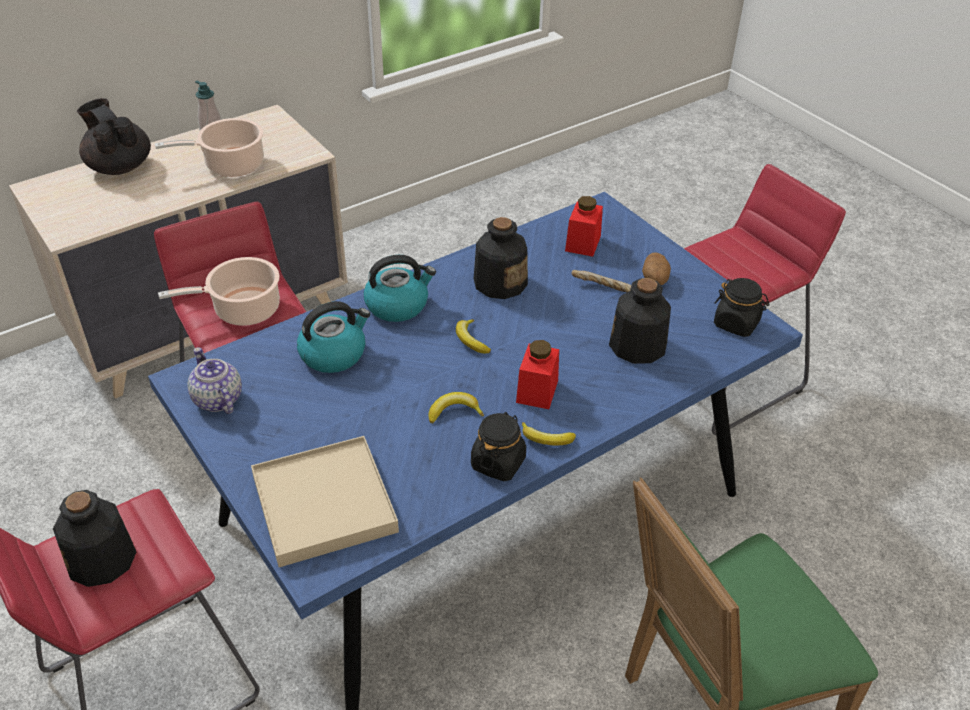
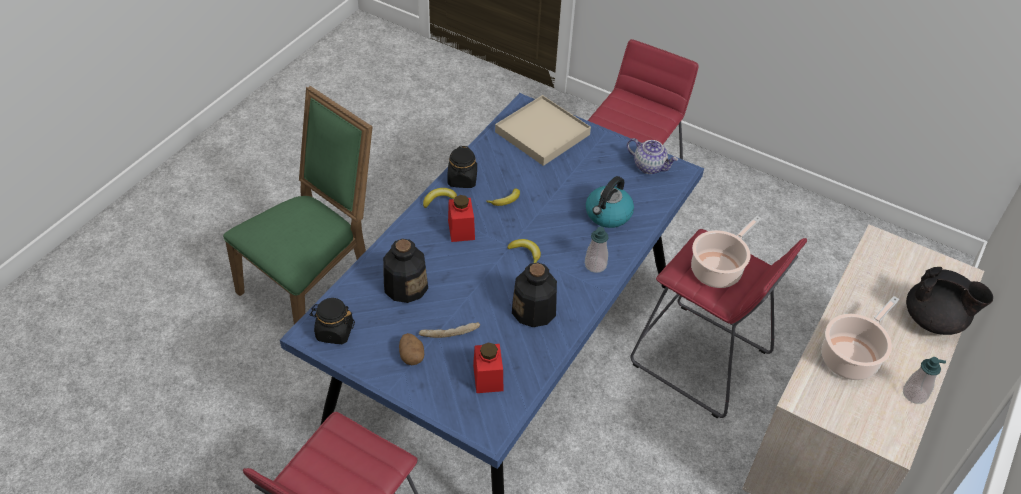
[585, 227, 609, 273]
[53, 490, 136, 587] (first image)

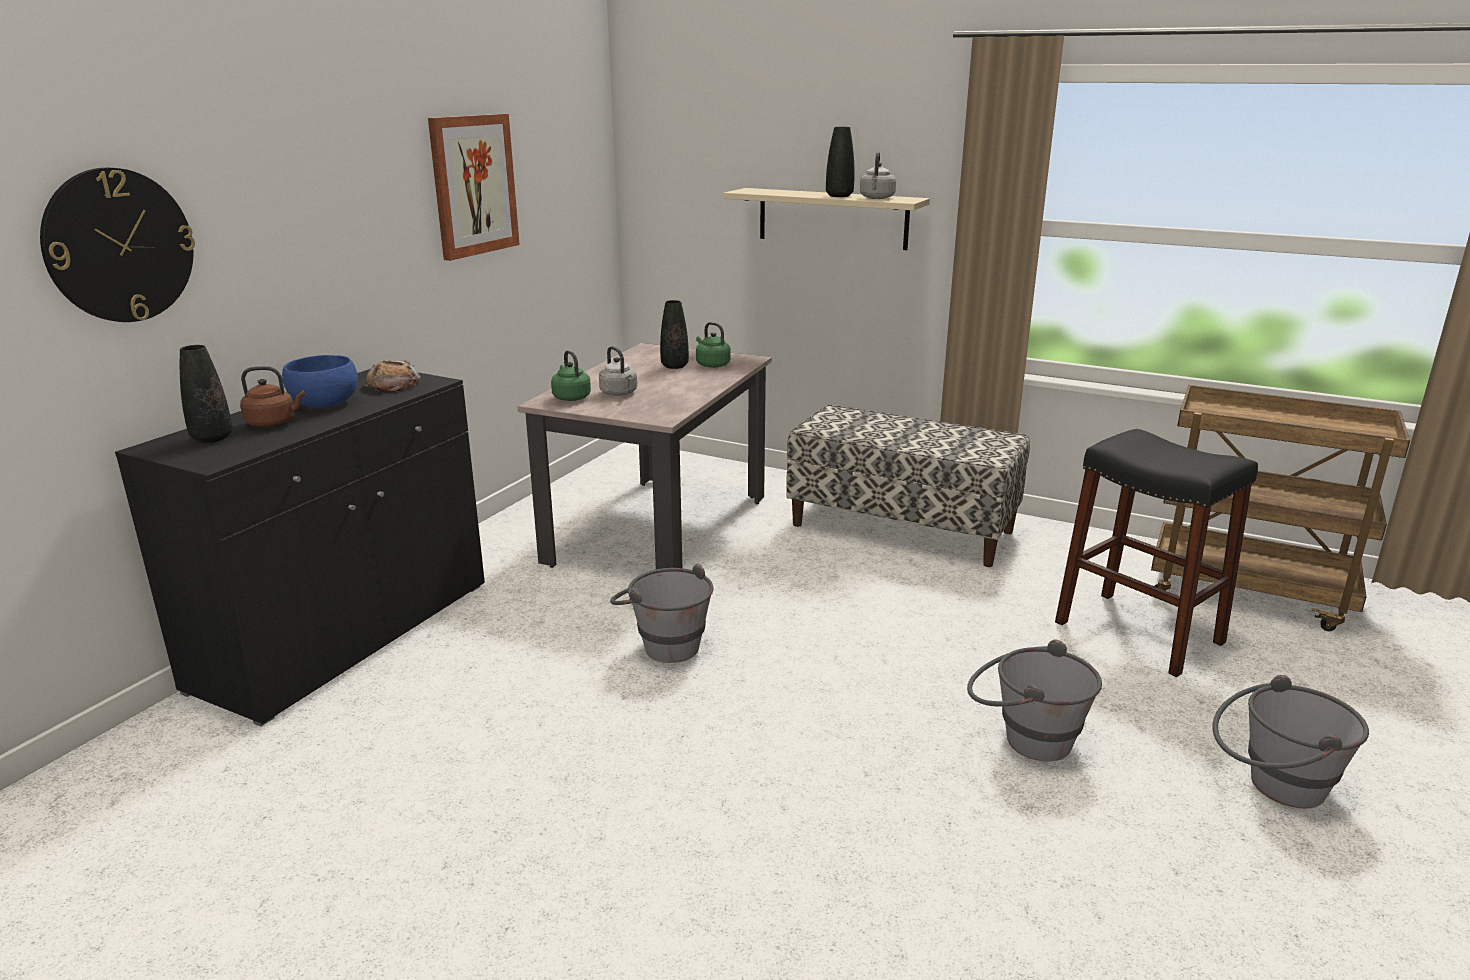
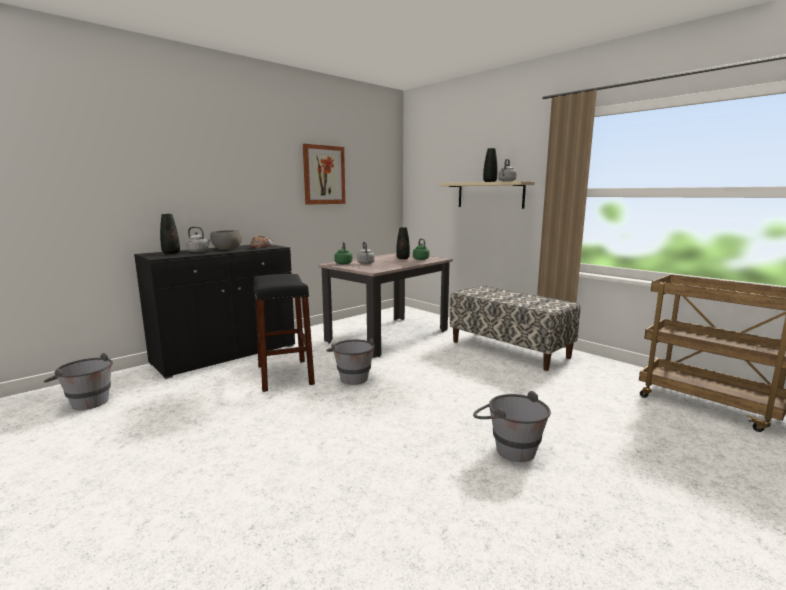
[40, 168, 195, 322] (first image)
[210, 230, 242, 250]
[186, 226, 212, 252]
[253, 274, 315, 392]
[44, 353, 113, 410]

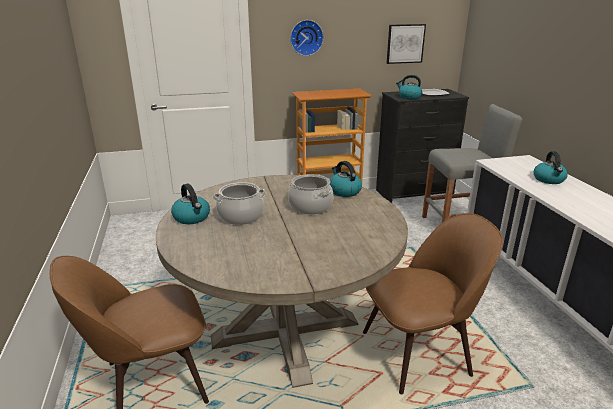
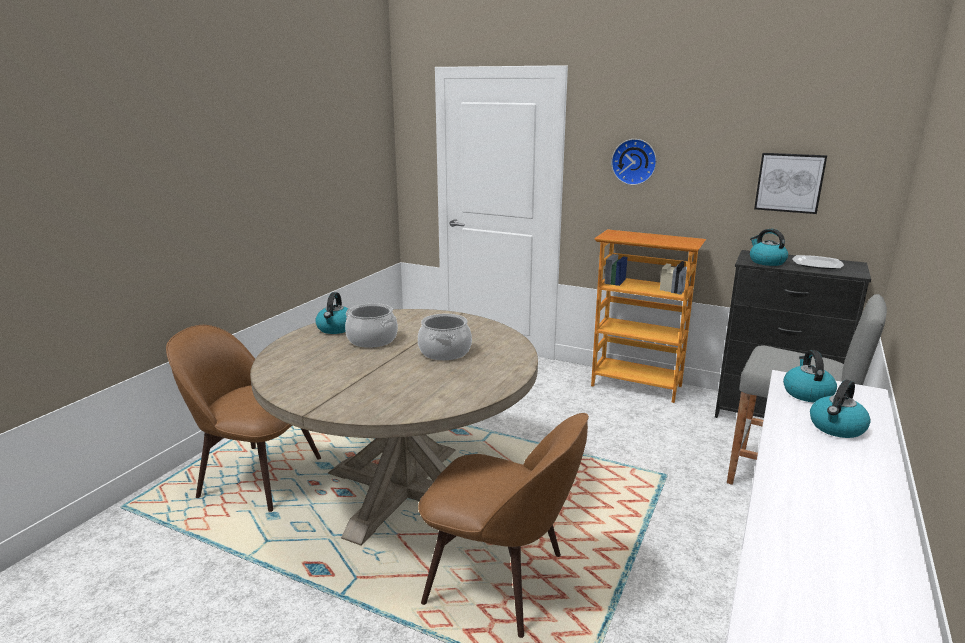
[783, 350, 837, 402]

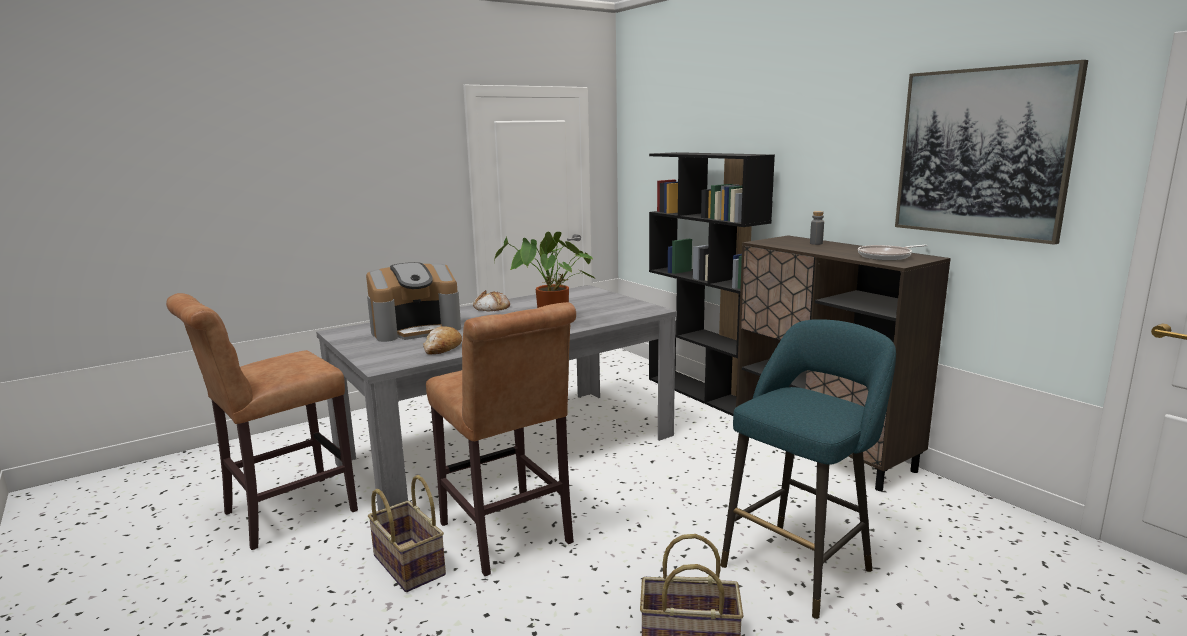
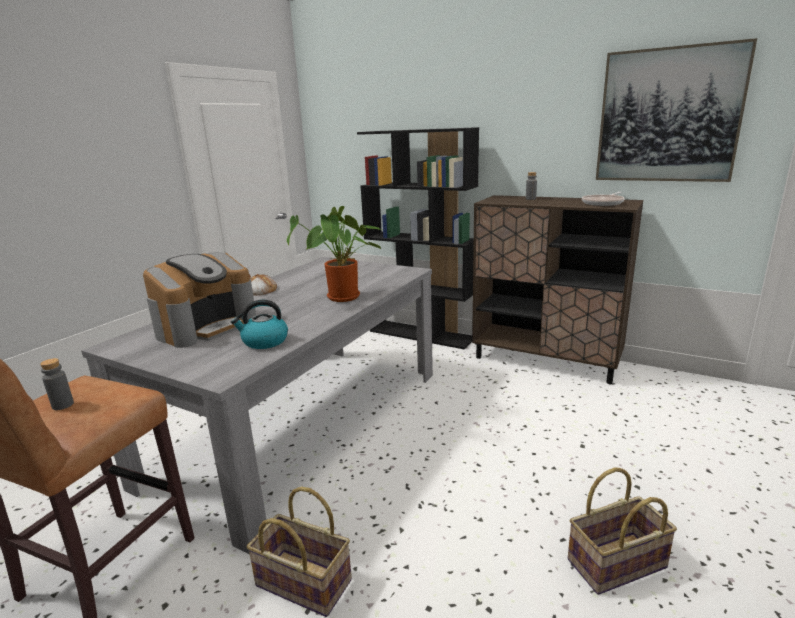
[426, 302, 576, 576] (first image)
[721, 319, 896, 619] (first image)
[231, 300, 288, 349]
[40, 358, 74, 410]

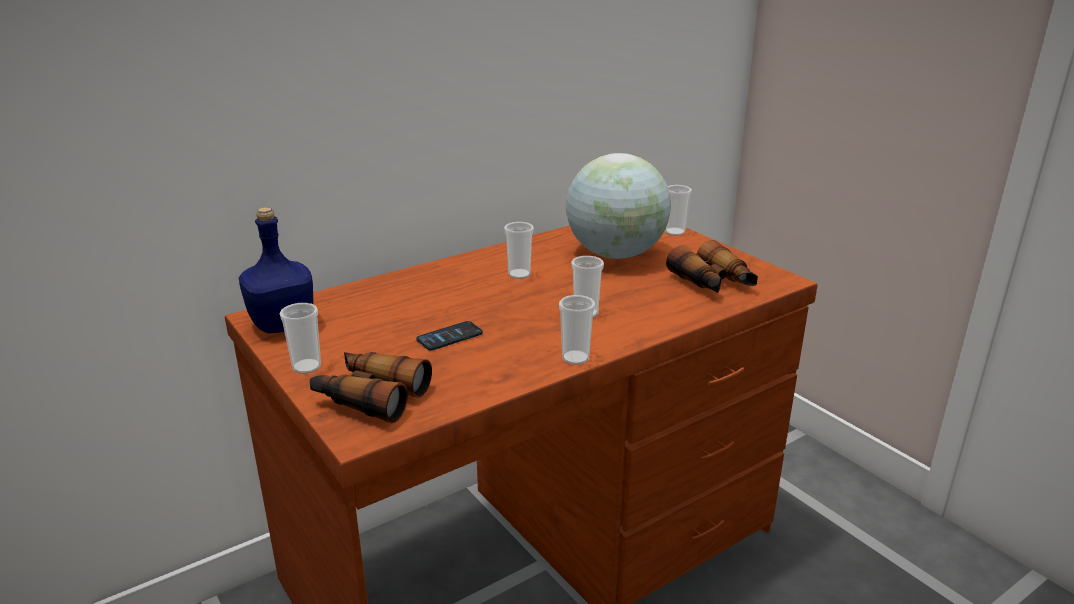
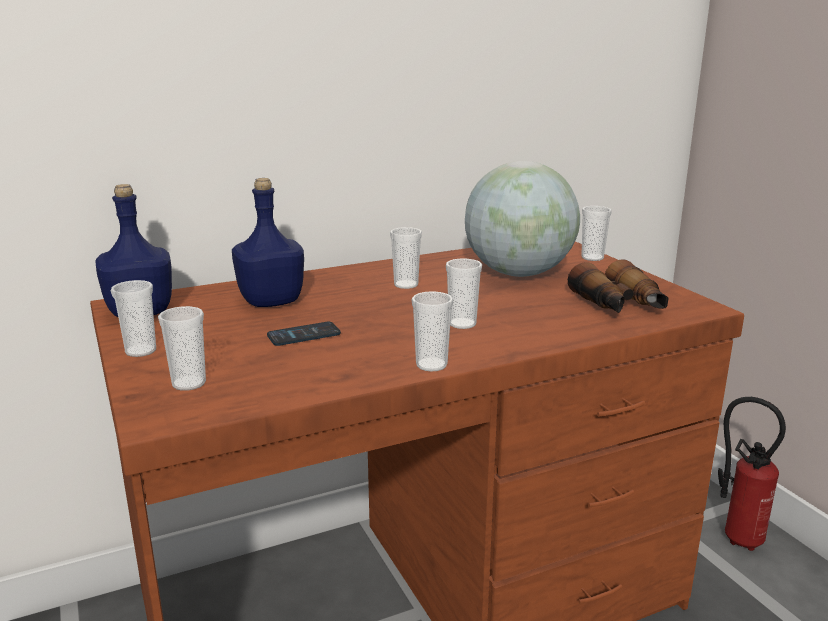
[158, 306, 206, 391]
[232, 178, 304, 307]
[718, 397, 786, 551]

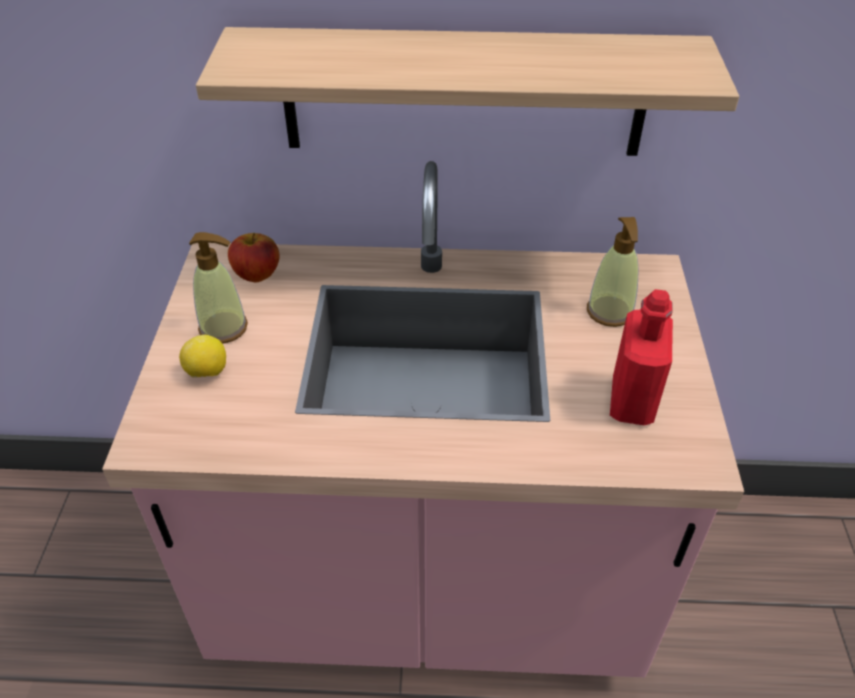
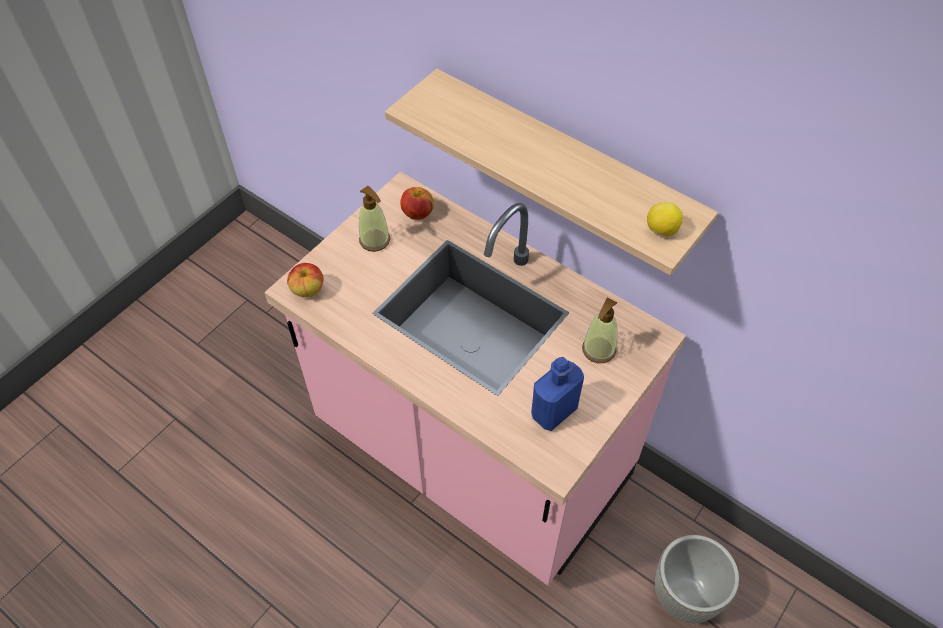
[531, 357, 584, 431]
[647, 202, 683, 237]
[287, 263, 324, 297]
[655, 535, 739, 623]

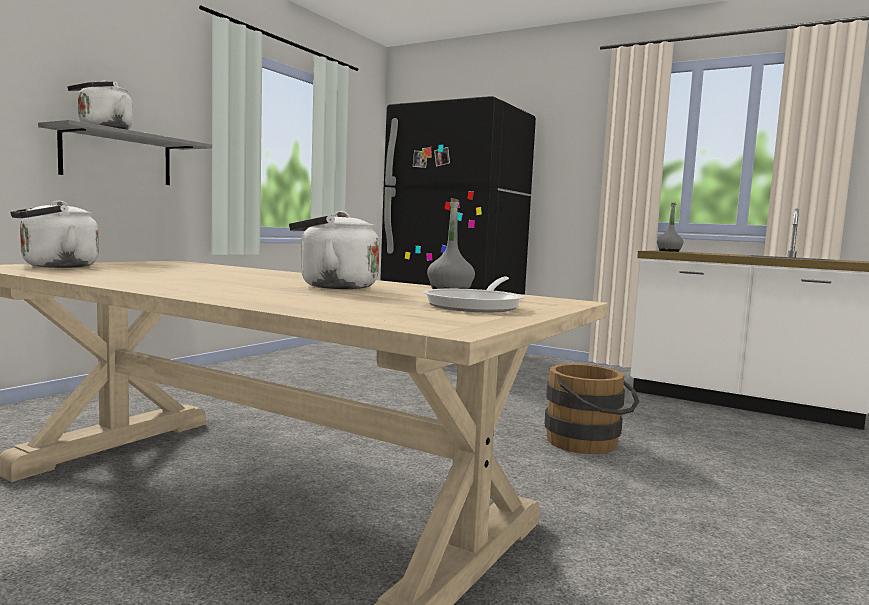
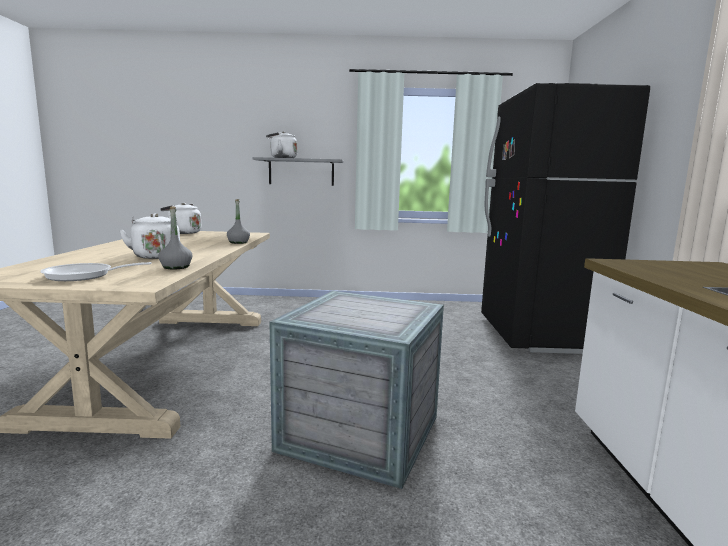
[227, 199, 250, 244]
[270, 291, 444, 489]

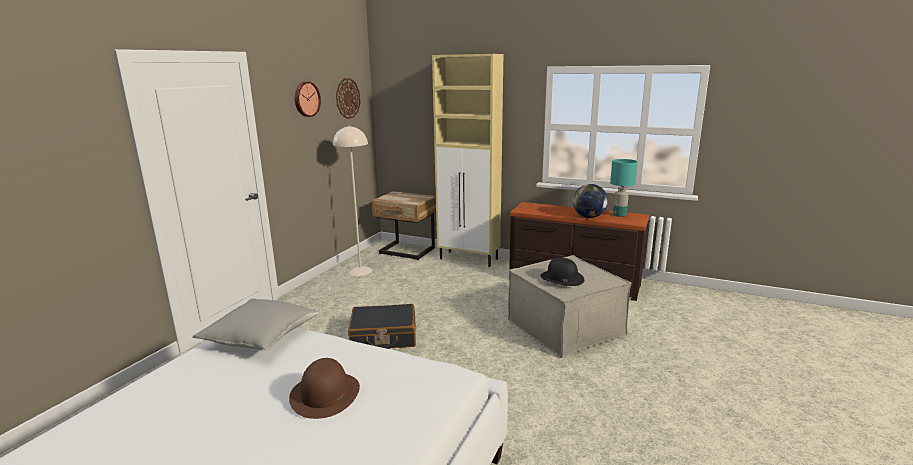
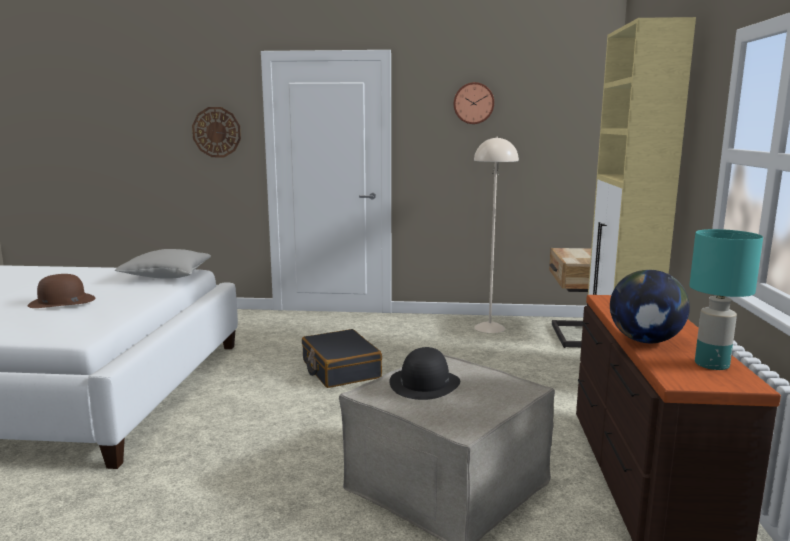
[192, 107, 241, 157]

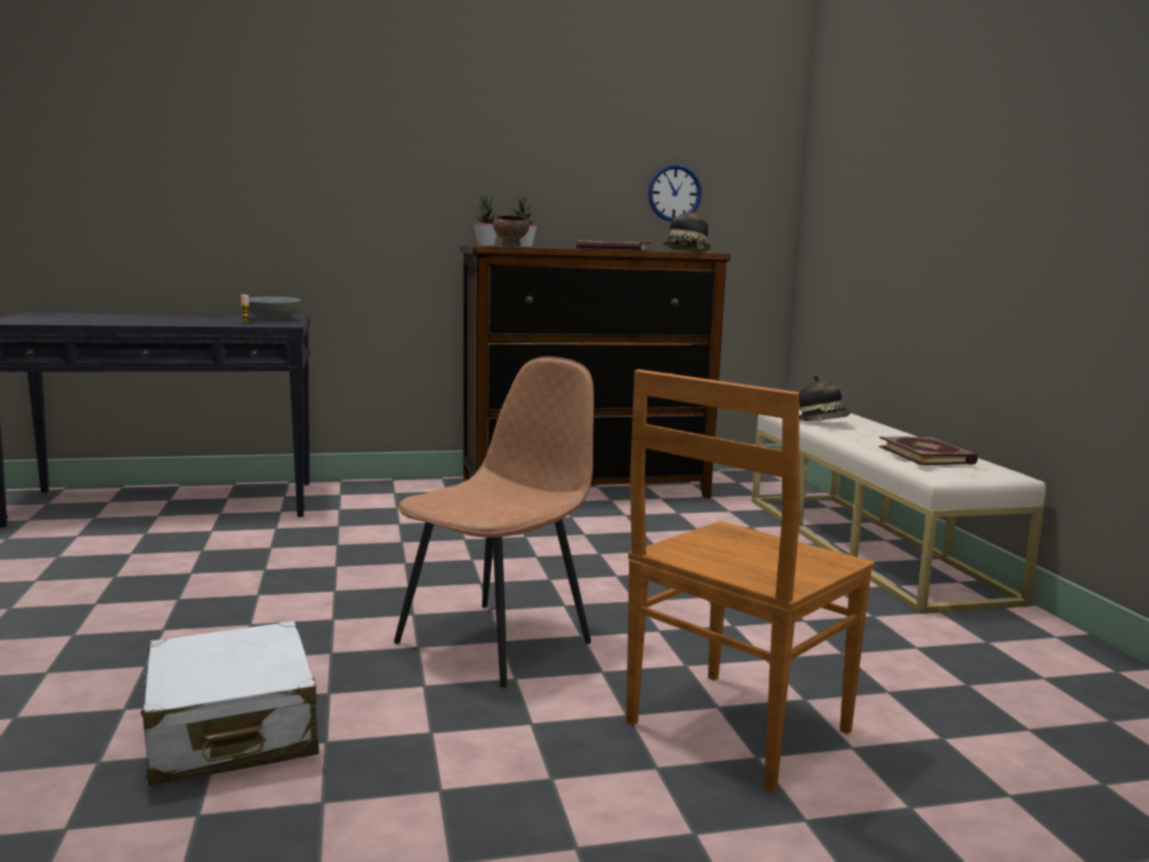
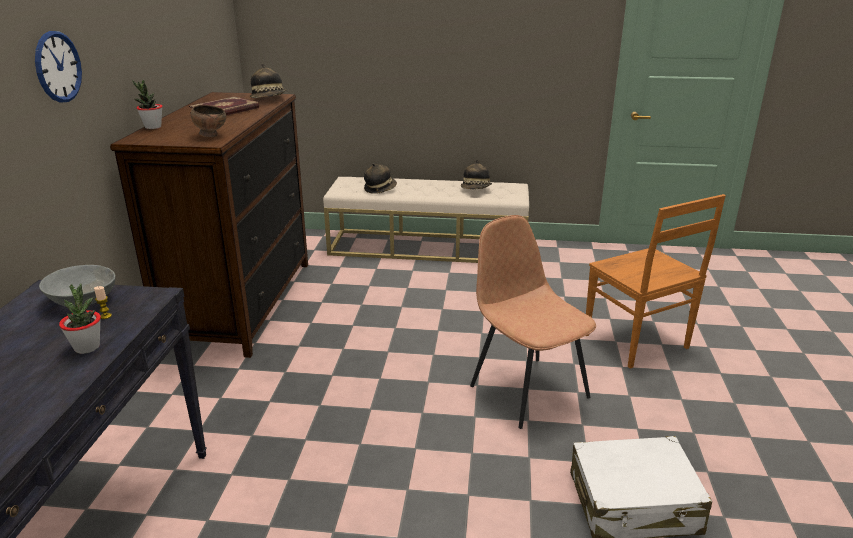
[35, 31, 82, 103]
[59, 284, 101, 354]
[461, 160, 492, 189]

